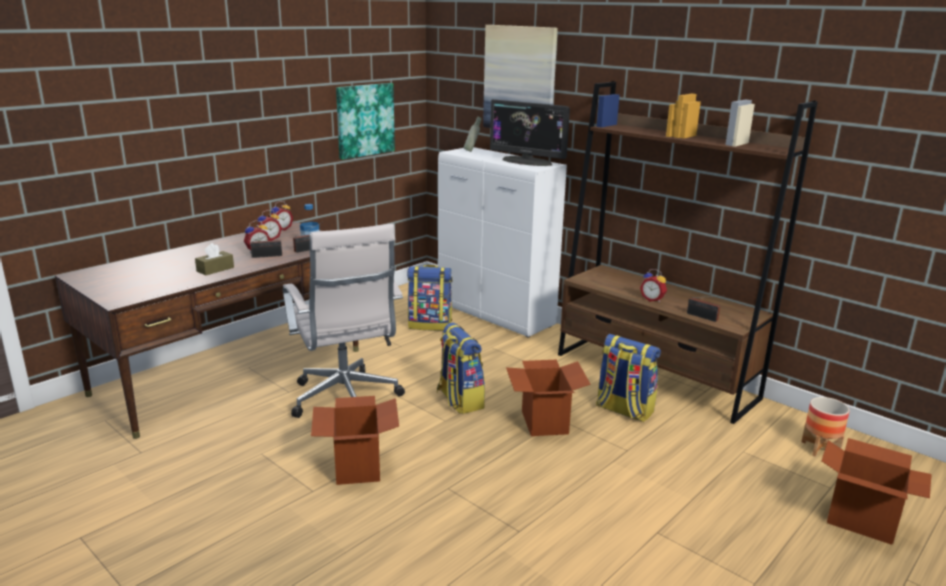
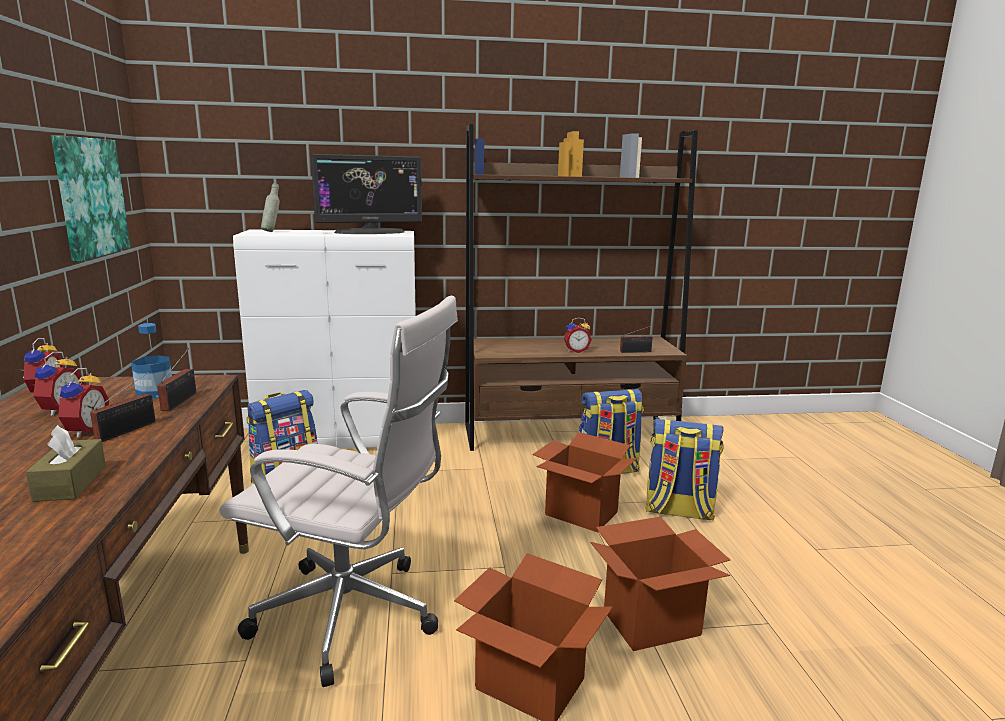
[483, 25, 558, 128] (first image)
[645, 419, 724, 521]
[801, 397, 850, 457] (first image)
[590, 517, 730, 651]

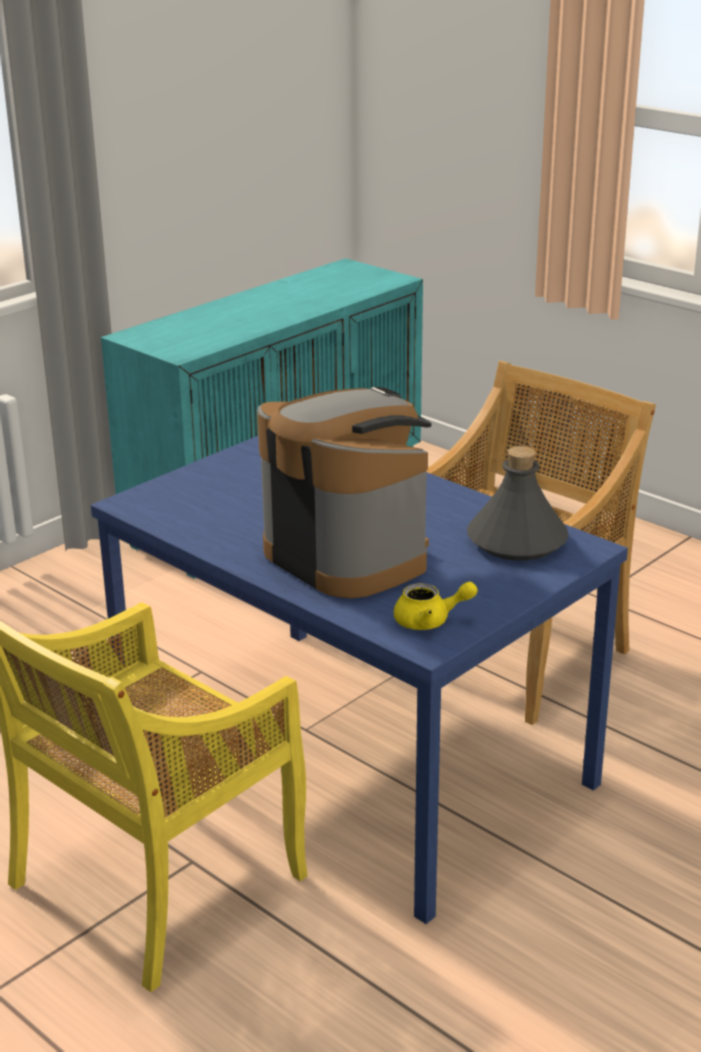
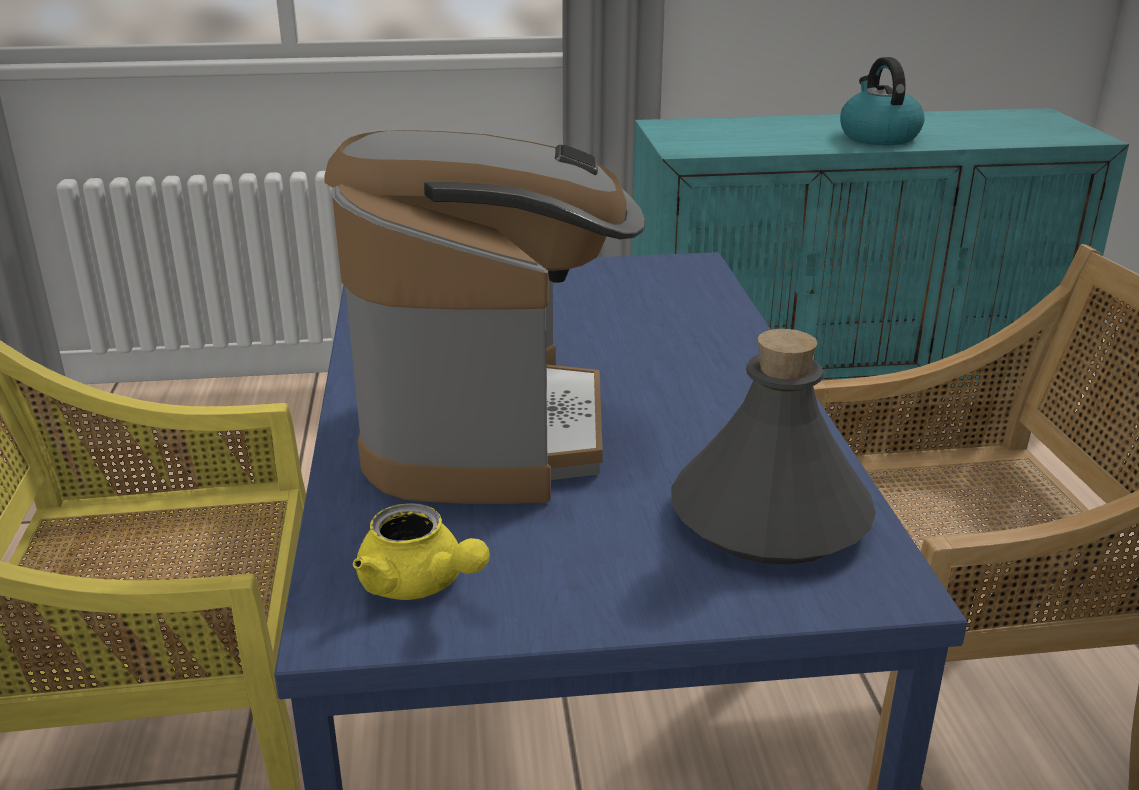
[840, 57, 924, 145]

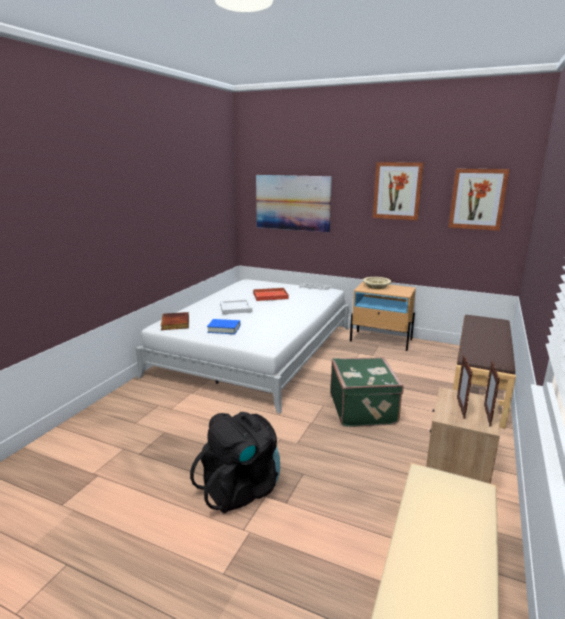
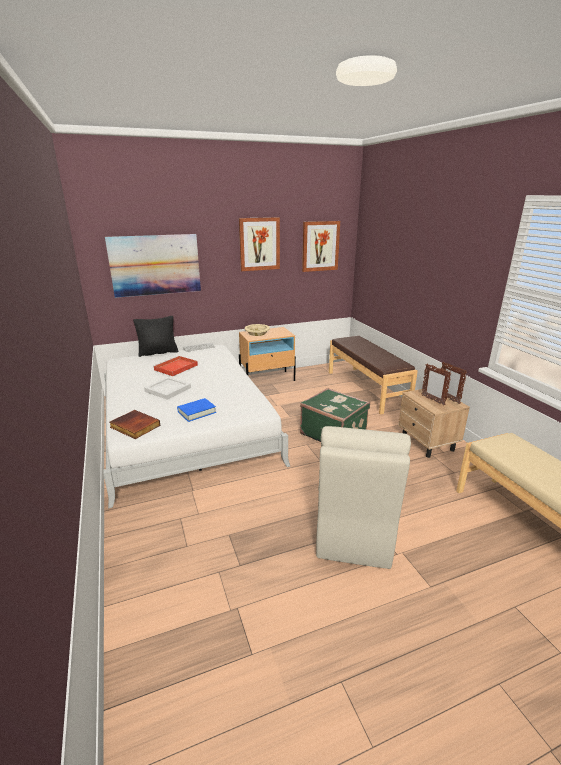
[316, 426, 411, 569]
[133, 316, 178, 357]

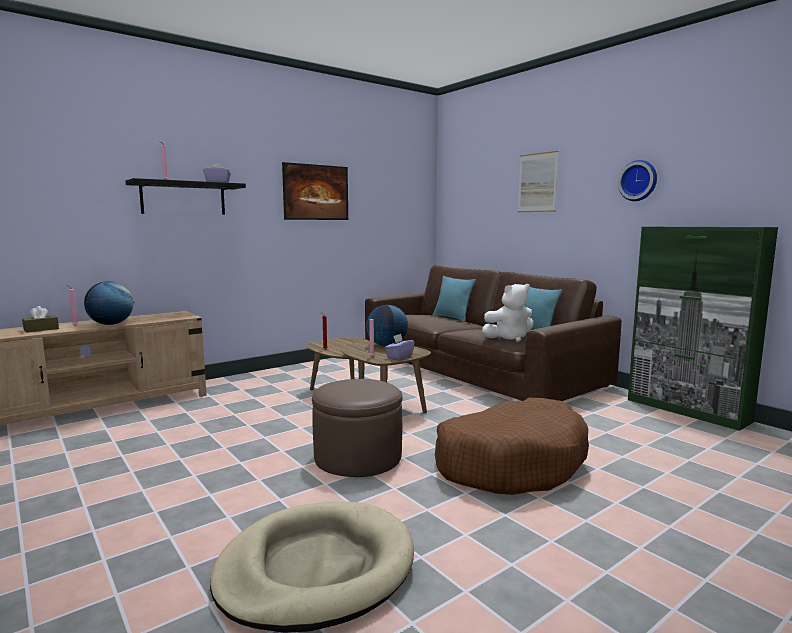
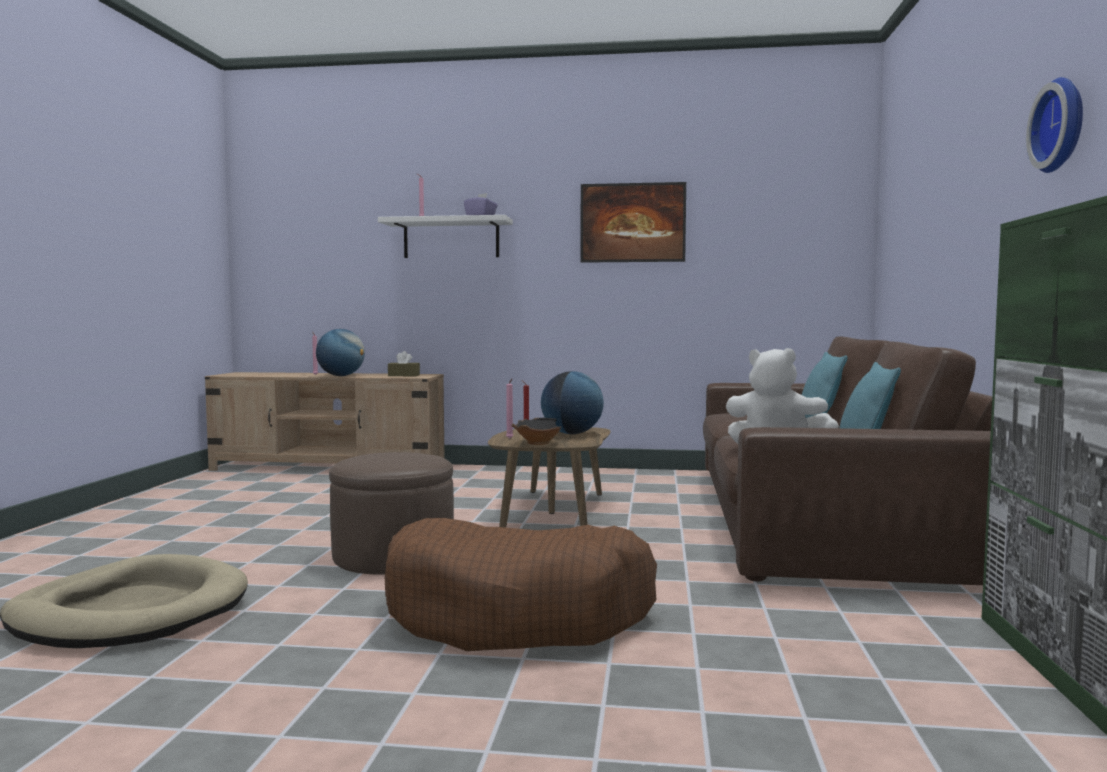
[518, 151, 559, 212] (first image)
[378, 215, 513, 258]
[388, 351, 420, 376]
[512, 418, 561, 445]

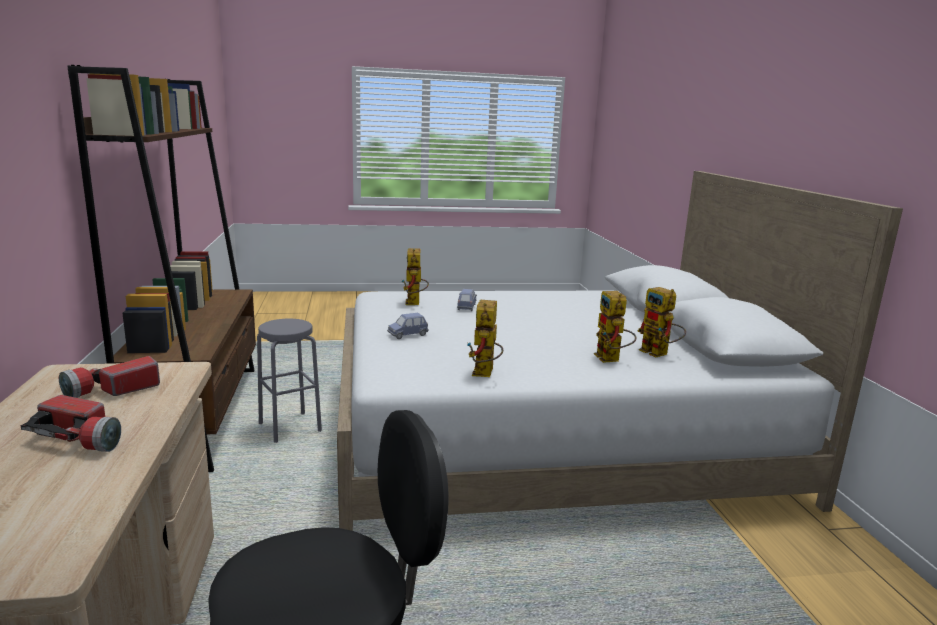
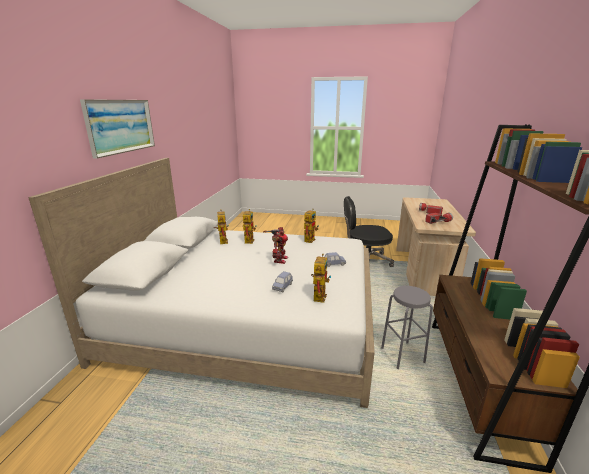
[80, 99, 155, 159]
[263, 227, 288, 264]

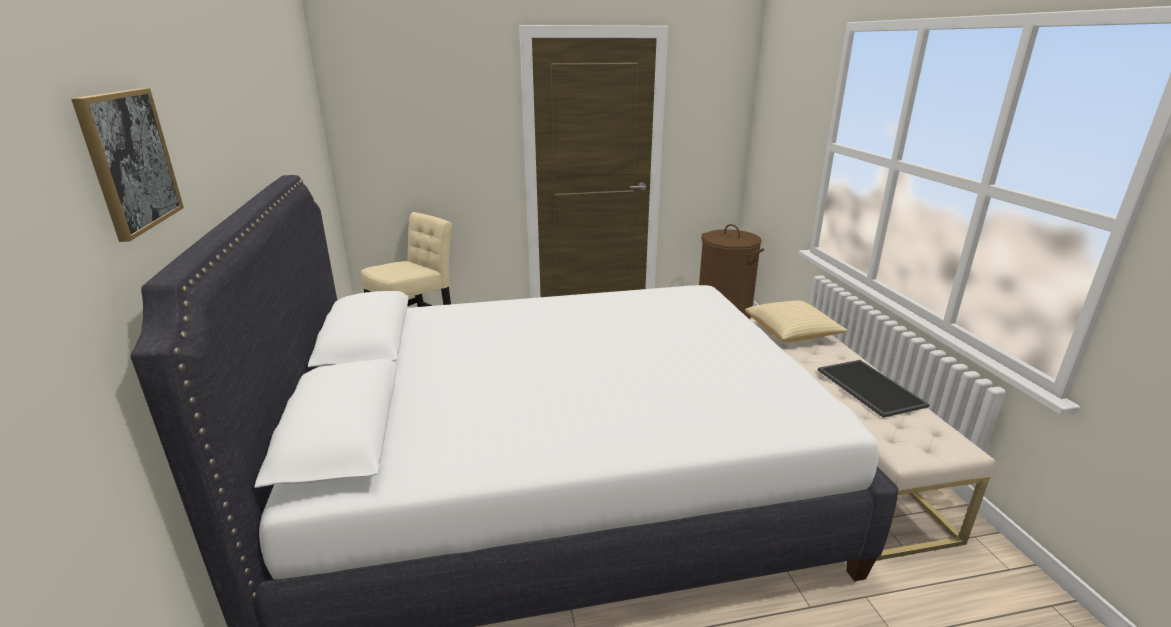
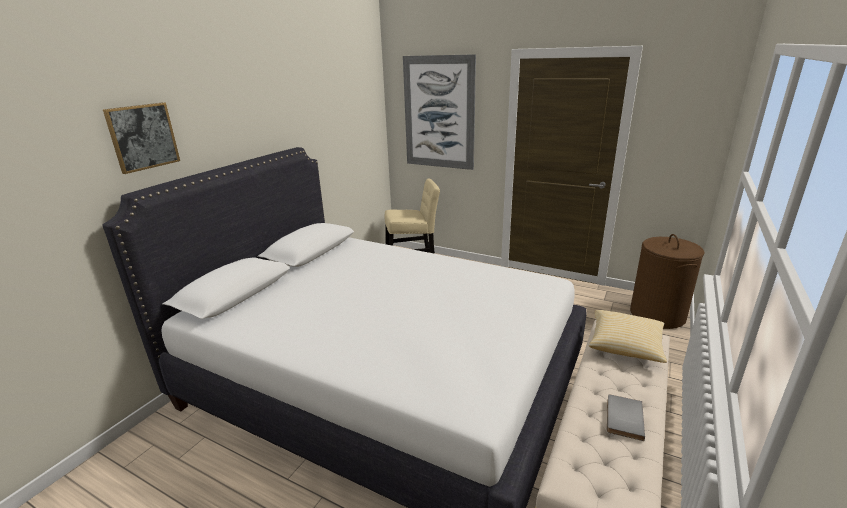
[607, 394, 645, 441]
[403, 54, 476, 170]

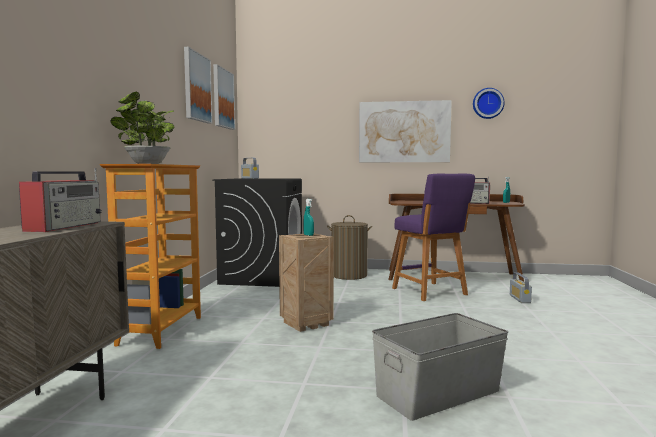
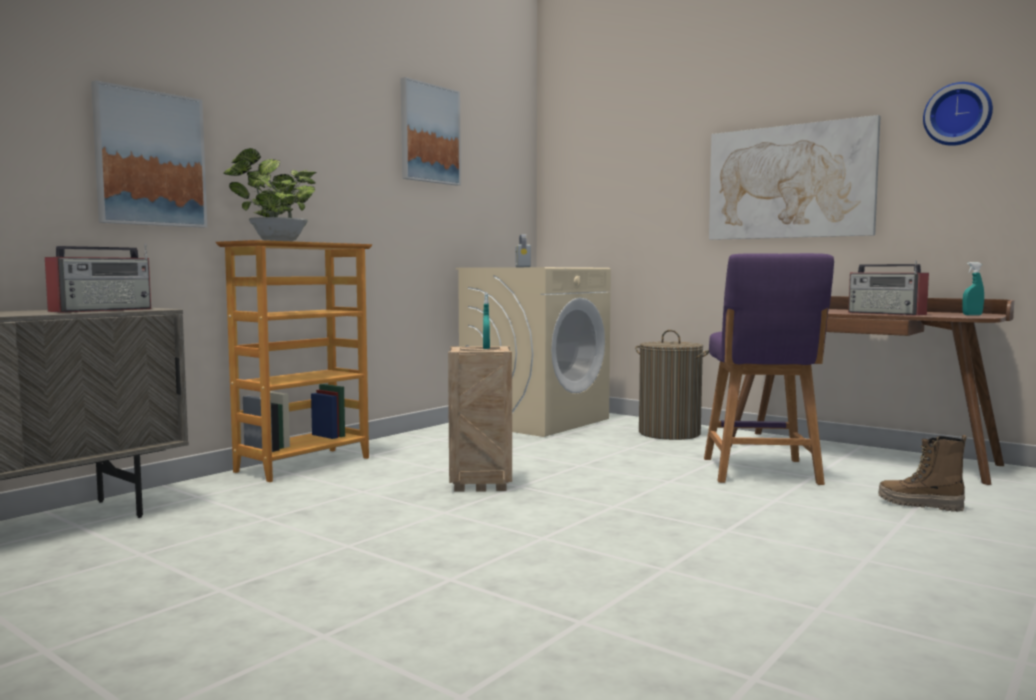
[91, 80, 207, 228]
[456, 267, 611, 437]
[879, 435, 967, 512]
[372, 313, 508, 421] (first image)

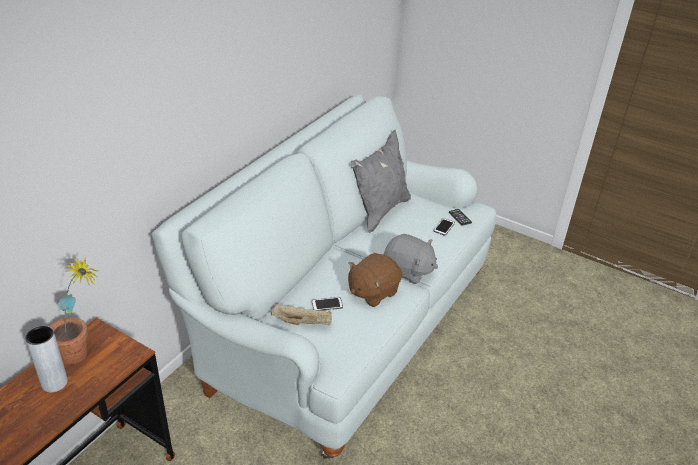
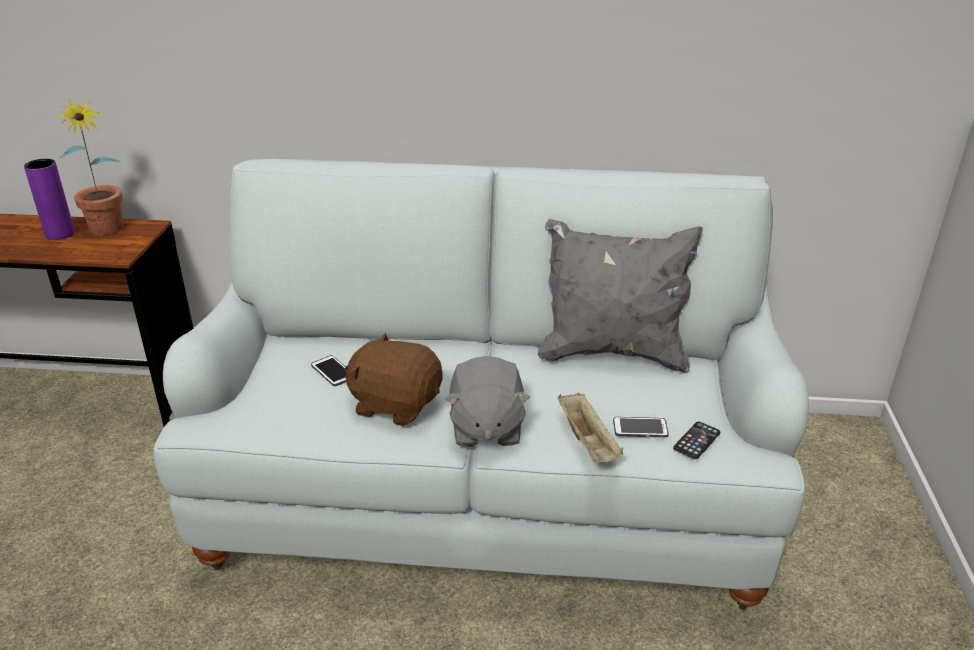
[558, 393, 623, 462]
[24, 159, 75, 240]

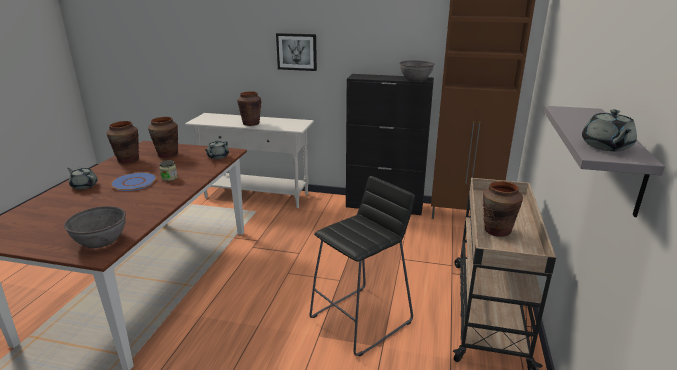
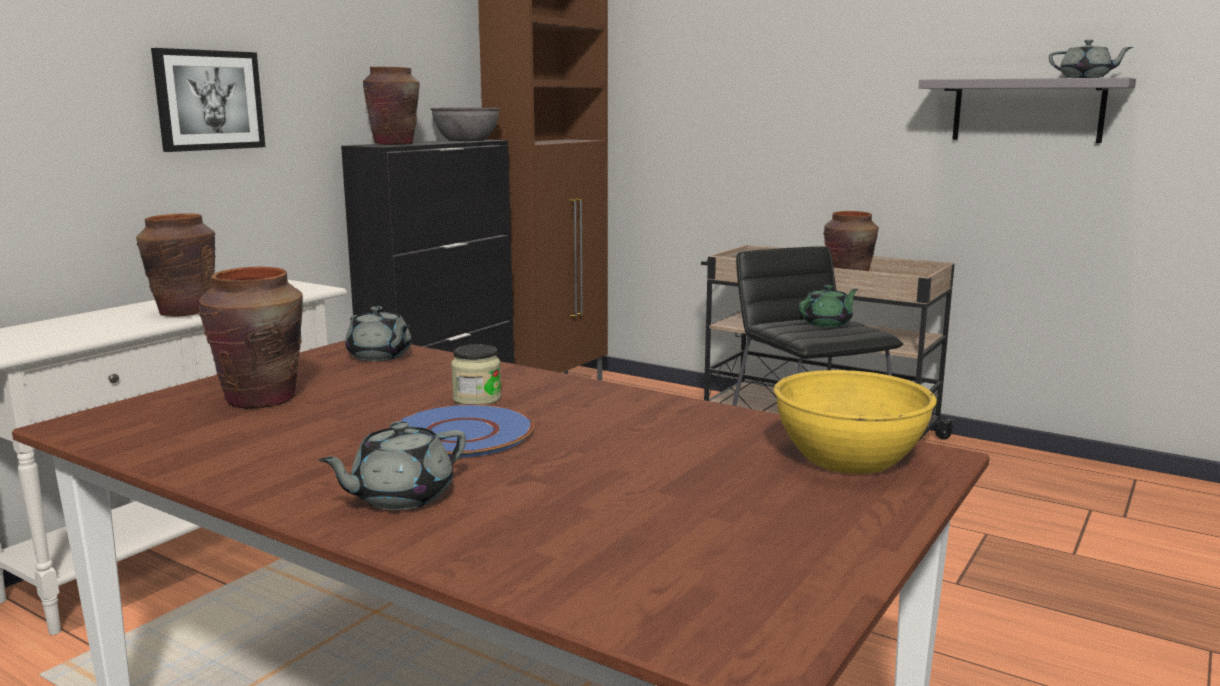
[363, 67, 420, 145]
[774, 370, 937, 474]
[799, 285, 858, 327]

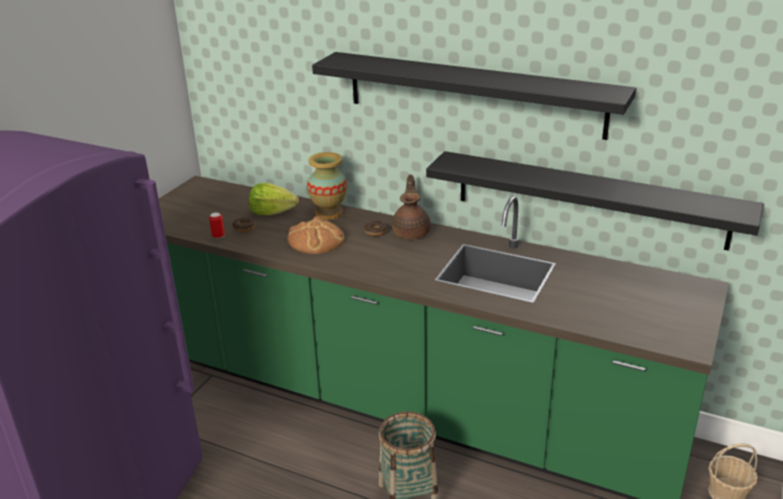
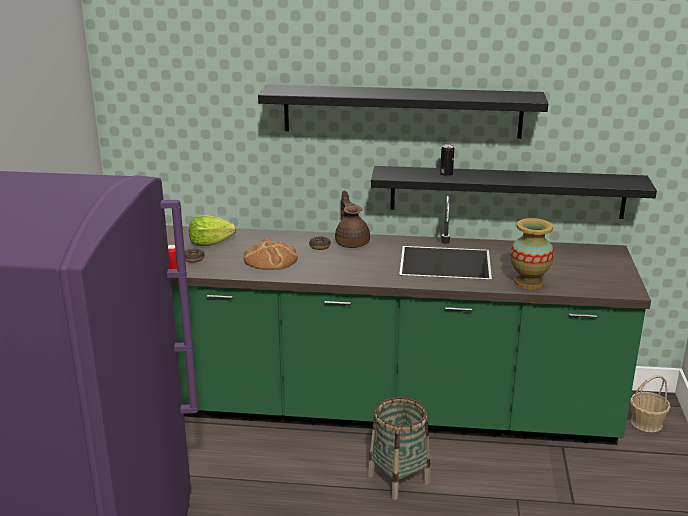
[511, 218, 554, 289]
[440, 144, 454, 176]

